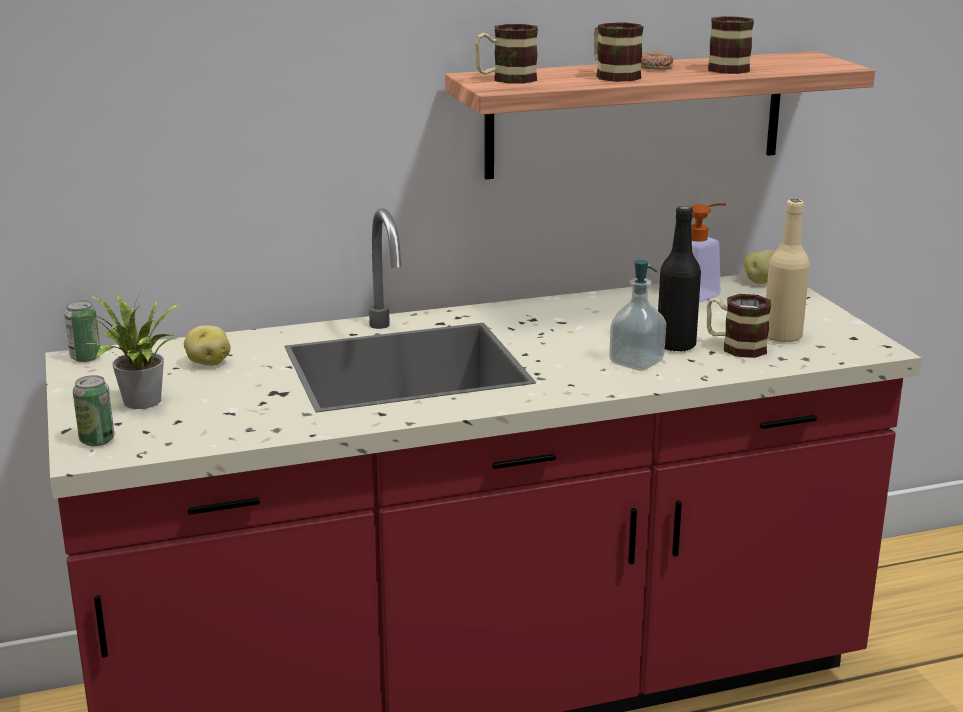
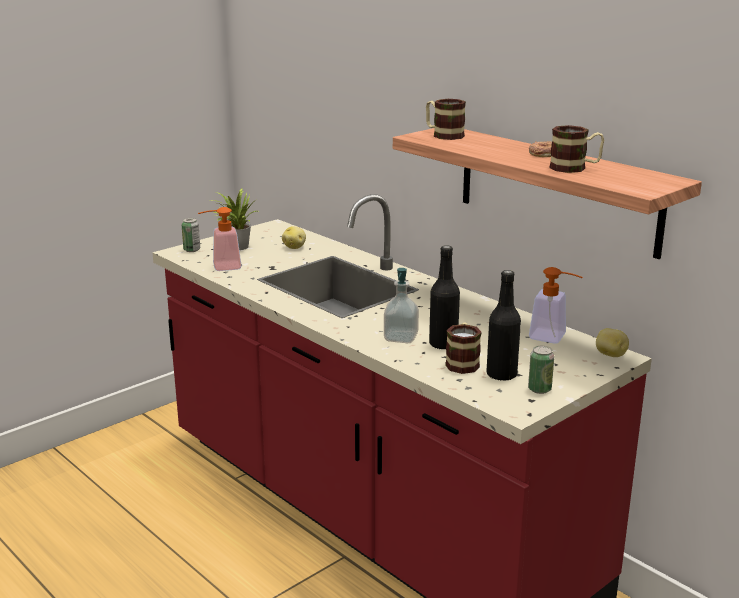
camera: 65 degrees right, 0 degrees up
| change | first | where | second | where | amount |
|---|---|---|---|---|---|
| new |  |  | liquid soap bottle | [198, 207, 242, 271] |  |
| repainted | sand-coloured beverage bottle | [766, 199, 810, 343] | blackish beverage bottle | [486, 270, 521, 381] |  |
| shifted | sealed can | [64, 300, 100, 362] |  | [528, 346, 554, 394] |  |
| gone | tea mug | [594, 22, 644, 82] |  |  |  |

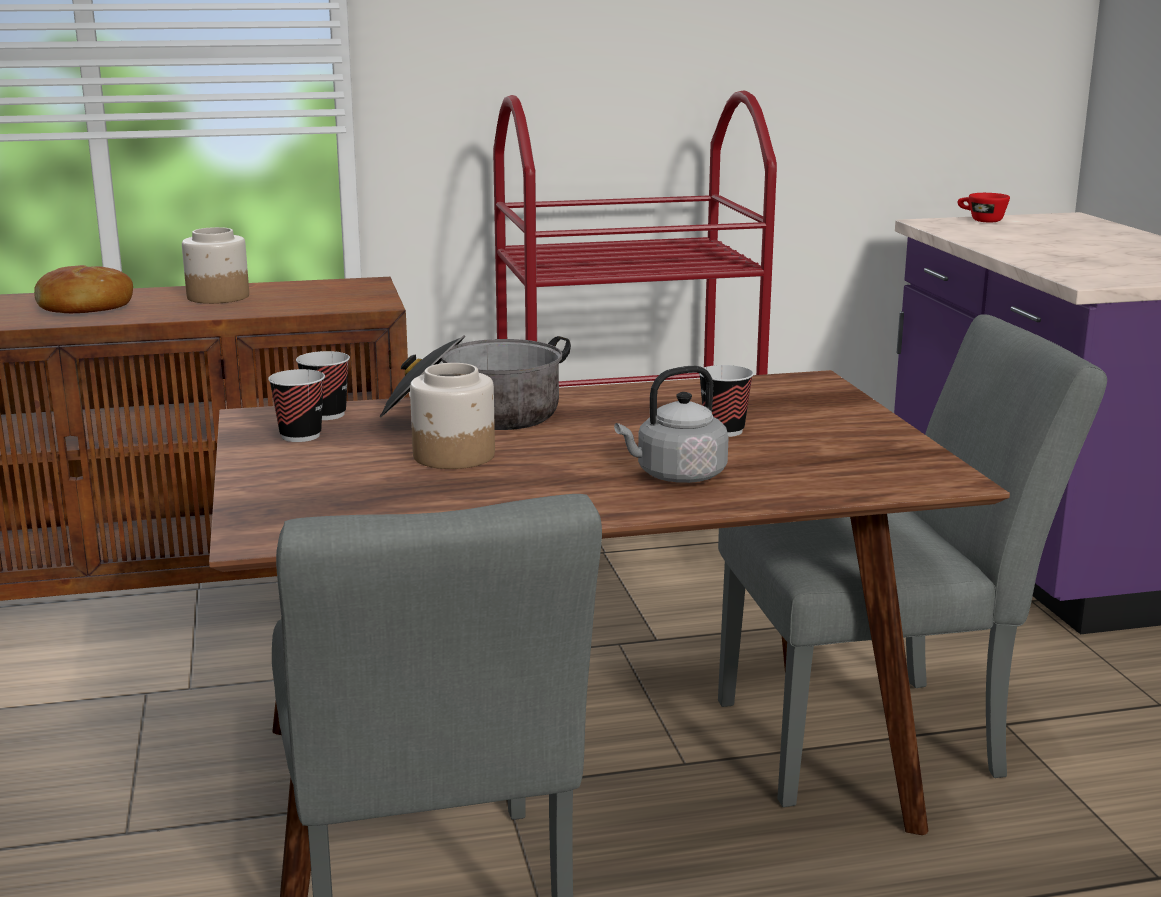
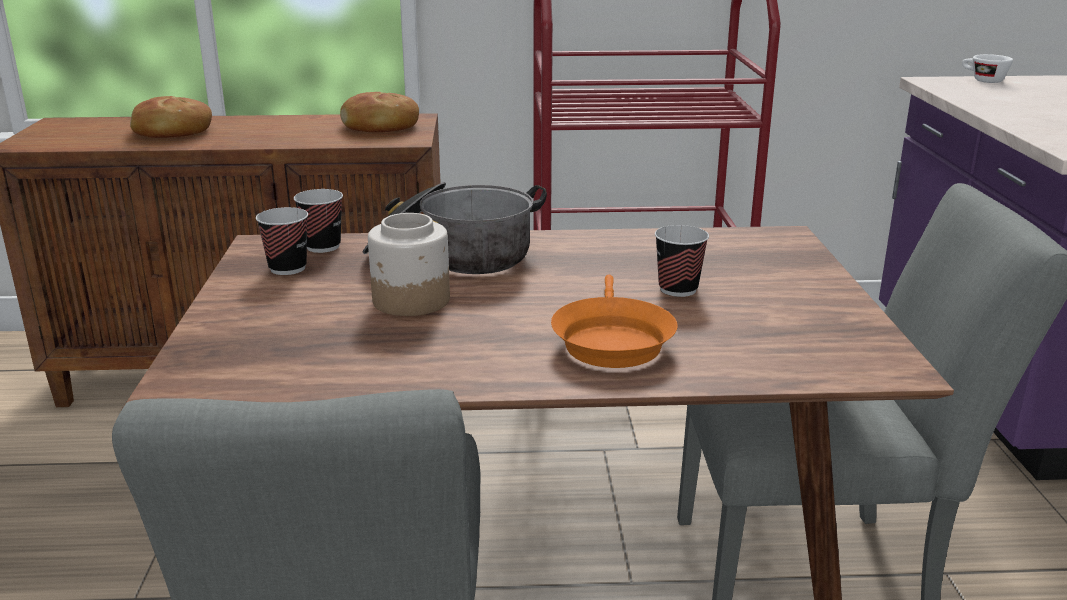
camera: 10 degrees right, 5 degrees up
| change | first | where | second | where | amount |
|---|---|---|---|---|---|
| new |  |  | bread | [340, 92, 419, 132] |  |
| swapped | greyish kettle | [614, 366, 728, 483] | orangey frying pan | [551, 274, 678, 368] |  |
| repainted | red cup | [958, 193, 1010, 222] | whitish cup | [962, 54, 1013, 83] |  |
| gone | jar | [182, 227, 249, 304] |  |  |  |

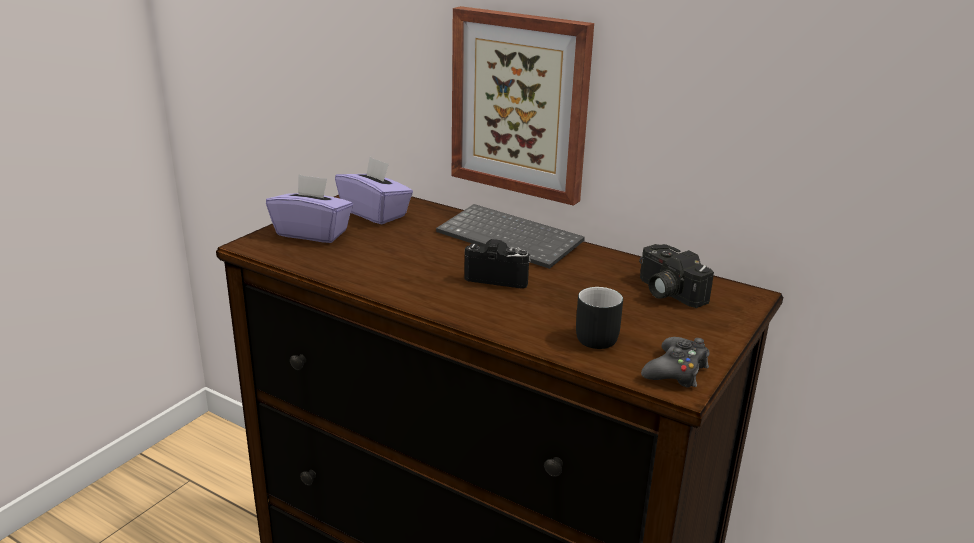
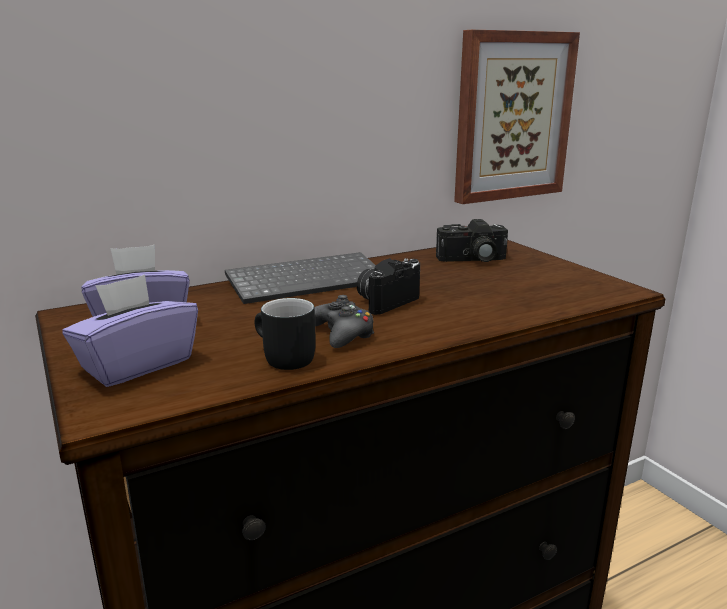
camera: 60 degrees left, 5 degrees down
| change | first | where | second | where | amount |
|---|---|---|---|---|---|
| shifted | blackish tea mug | [576, 287, 623, 349] |  | [255, 298, 316, 370] |  |
| shifted | blackish gamepad | [641, 337, 709, 388] |  | [315, 295, 374, 348] |  |
| shifted | wall art | [452, 6, 594, 206] |  | [454, 30, 580, 204] |  |

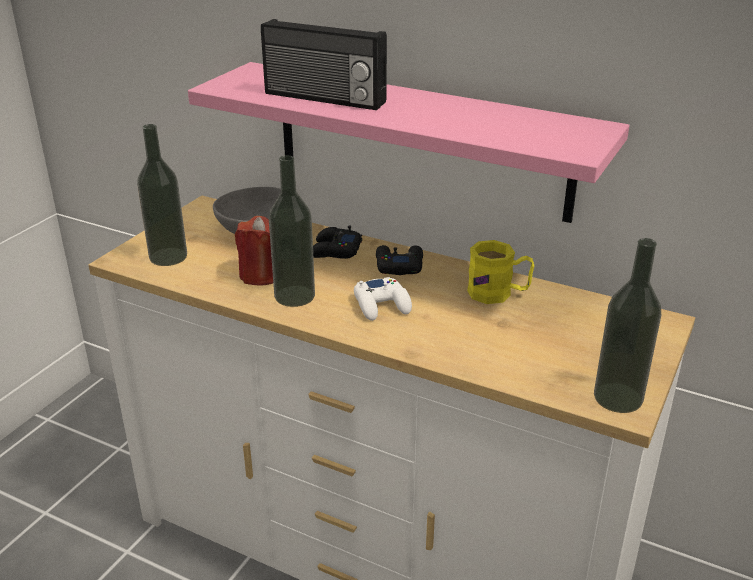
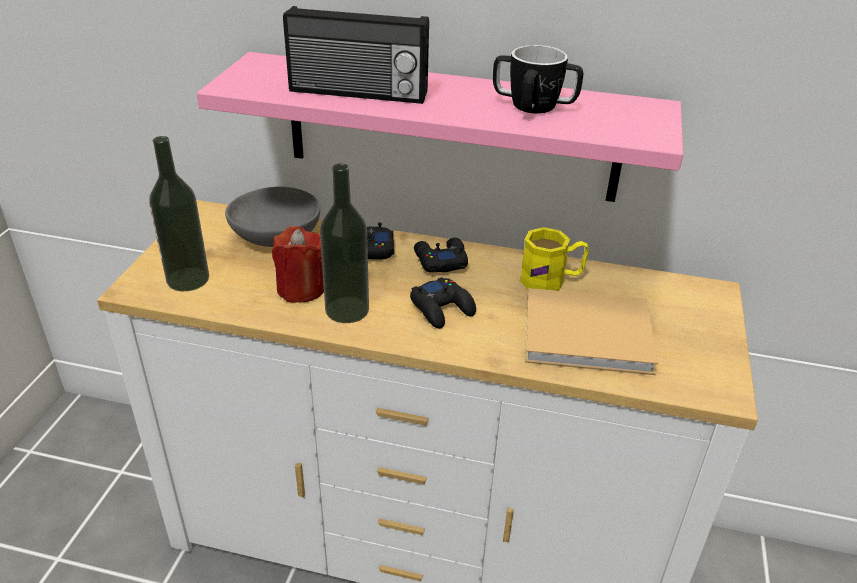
camera: 15 degrees left, 5 degrees up
| change | first | where | second | where | amount |
|---|---|---|---|---|---|
| repainted | whitish gamepad | [354, 277, 412, 321] | blackish gamepad | [410, 277, 476, 329] |  |
| new |  |  | tea mug | [493, 45, 583, 114] |  |
| new |  |  | sand-coloured book | [525, 288, 658, 375] |  |
| gone | beverage bottle | [594, 238, 661, 413] |  |  |  |

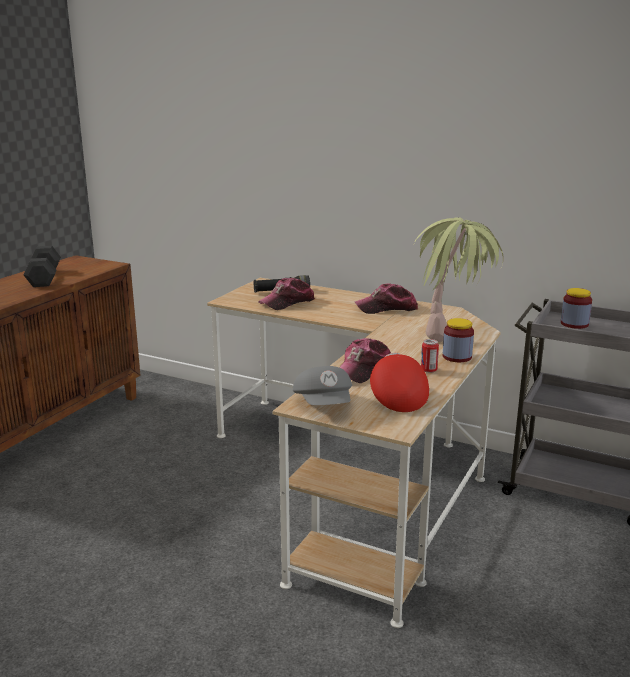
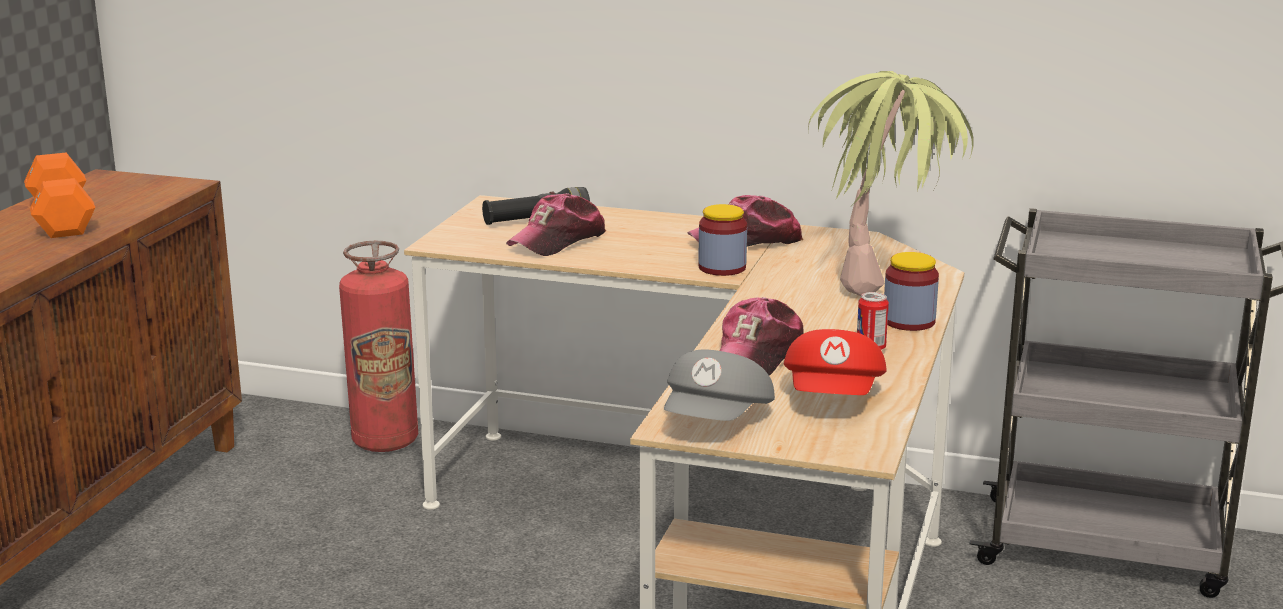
camera: 10 degrees left, 0 degrees up
| change | first | where | second | where | amount |
|---|---|---|---|---|---|
| repainted | blackish hand weight | [23, 246, 61, 287] | orangey hand weight | [24, 153, 95, 238] |  |
| new |  |  | fire extinguisher | [339, 240, 418, 452] |  |
| rotated | greyish peaked cap | [293, 366, 352, 405] |  | [664, 349, 775, 421] | 45 degrees clockwise |
| shifted | jar | [561, 288, 592, 329] |  | [698, 204, 747, 276] |  |
| rotated | red peaked cap | [370, 353, 429, 412] |  | [784, 329, 887, 395] | 150 degrees counterclockwise |

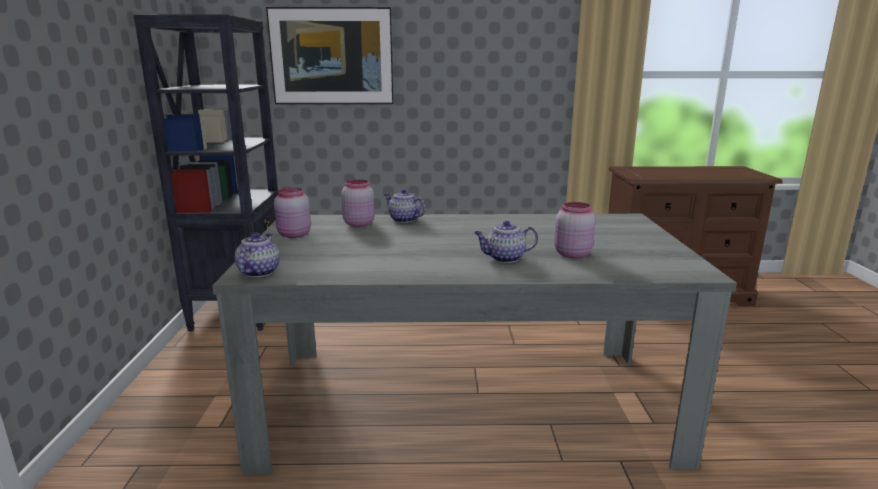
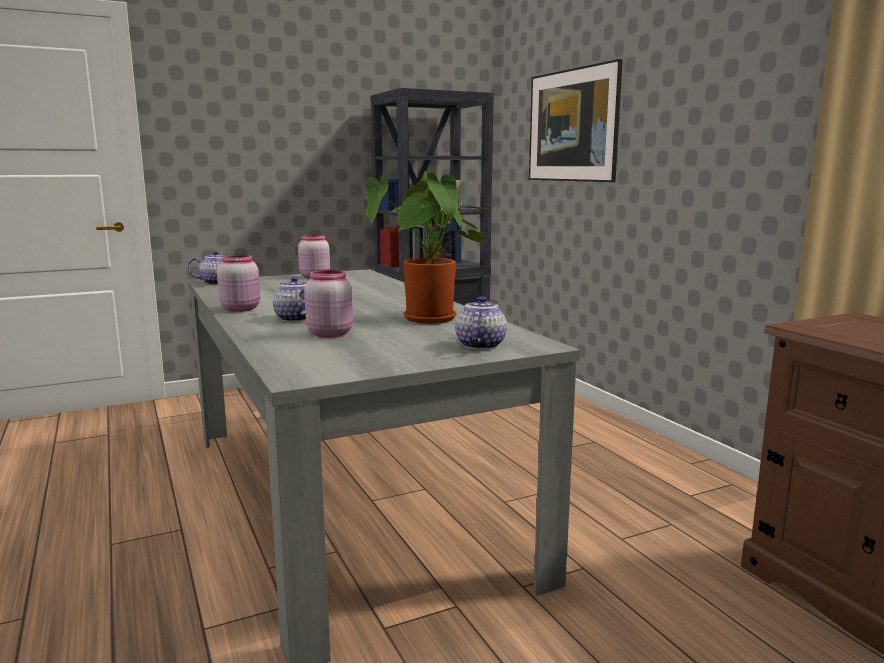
camera: 65 degrees right, 5 degrees down
| change | first | where | second | where | amount |
|---|---|---|---|---|---|
| shifted | pink-coloured jar | [341, 179, 375, 227] |  | [217, 254, 260, 312] |  |
| new |  |  | houseplant | [365, 170, 492, 324] |  |
| shifted | teapot | [384, 189, 426, 223] |  | [455, 296, 507, 350] |  |

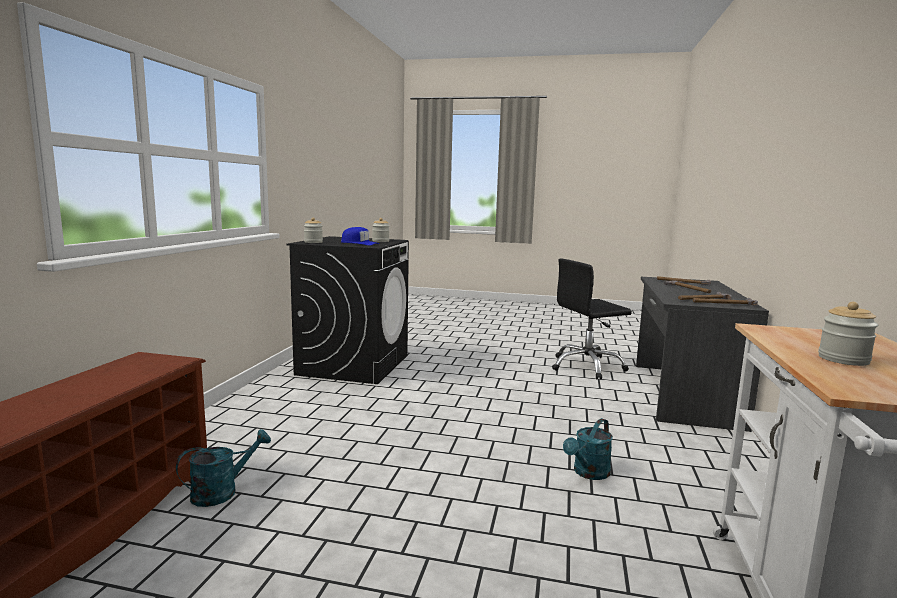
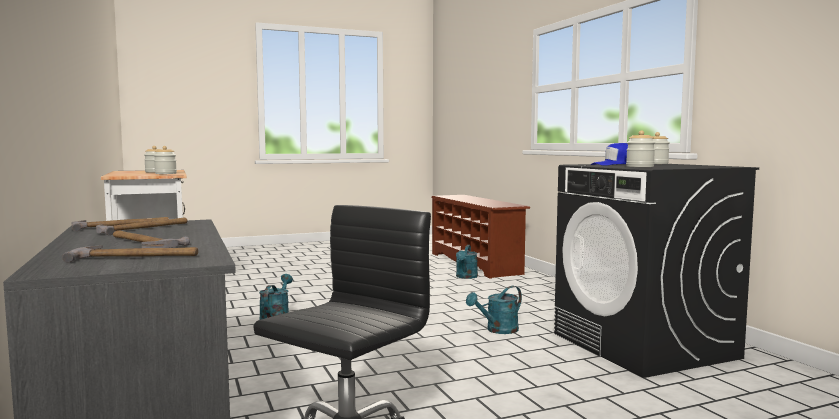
camera: 145 degrees right, 5 degrees down
| change | first | where | second | where | amount |
|---|---|---|---|---|---|
| new |  |  | jar | [154, 146, 177, 174] |  |
| new |  |  | turquoise watering can | [466, 286, 522, 334] |  |

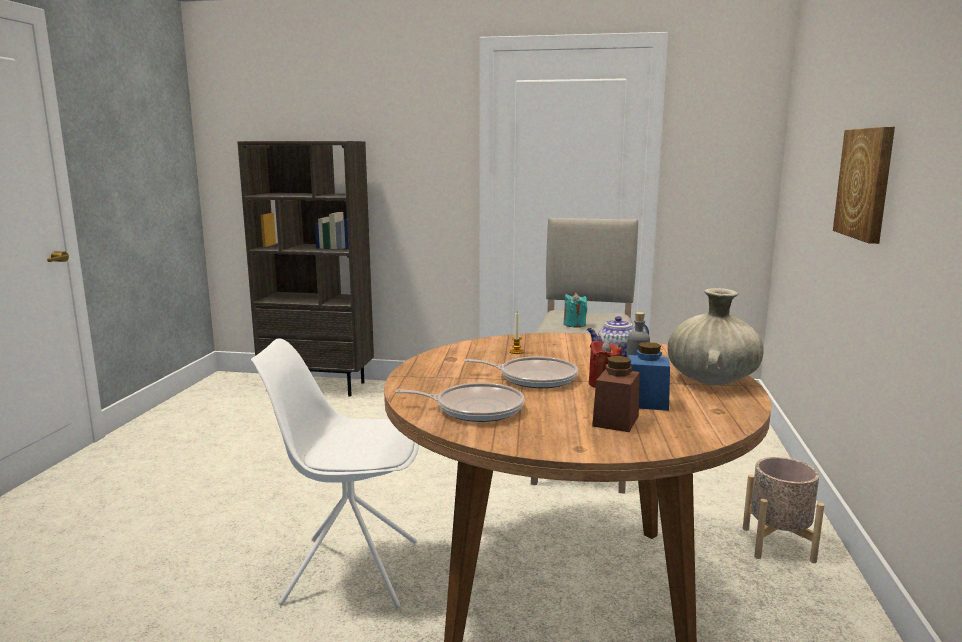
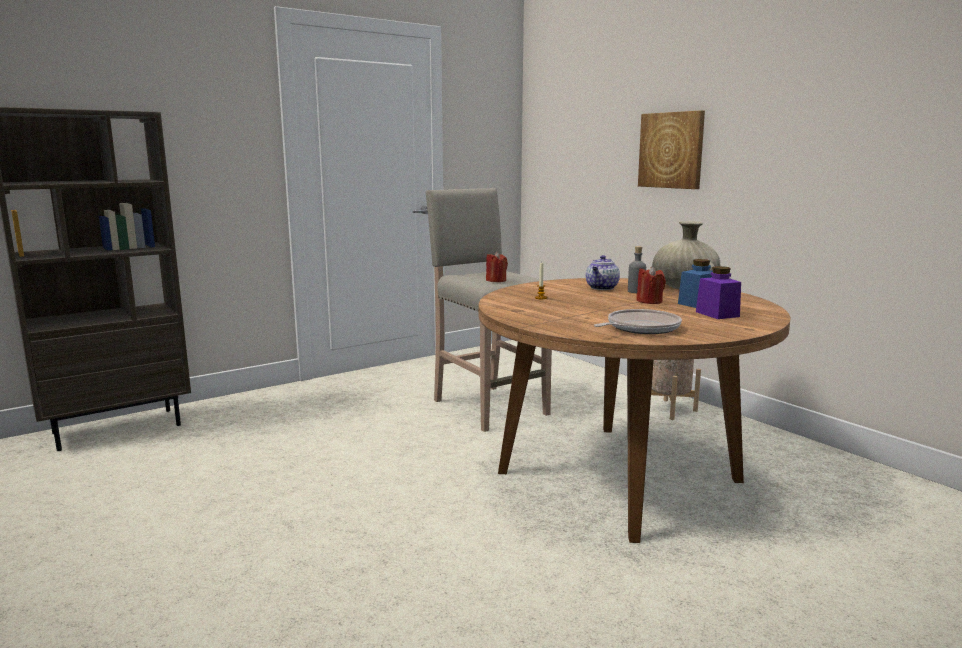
camera: 45 degrees left, 0 degrees up
| change | first | where | second | where | amount |
|---|---|---|---|---|---|
| repainted | turquoise candle | [563, 292, 587, 328] | red candle | [486, 252, 508, 282] |  |
| repainted | brown jar | [592, 356, 640, 432] | purplish jar | [696, 266, 741, 319] |  |
| gone | whitish upright chair | [251, 338, 419, 609] |  |  |  |
| gone | frying pan | [465, 357, 578, 388] |  |  |  |

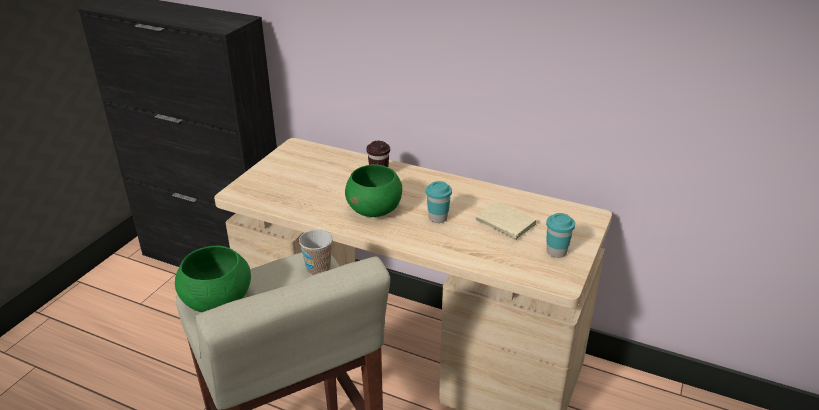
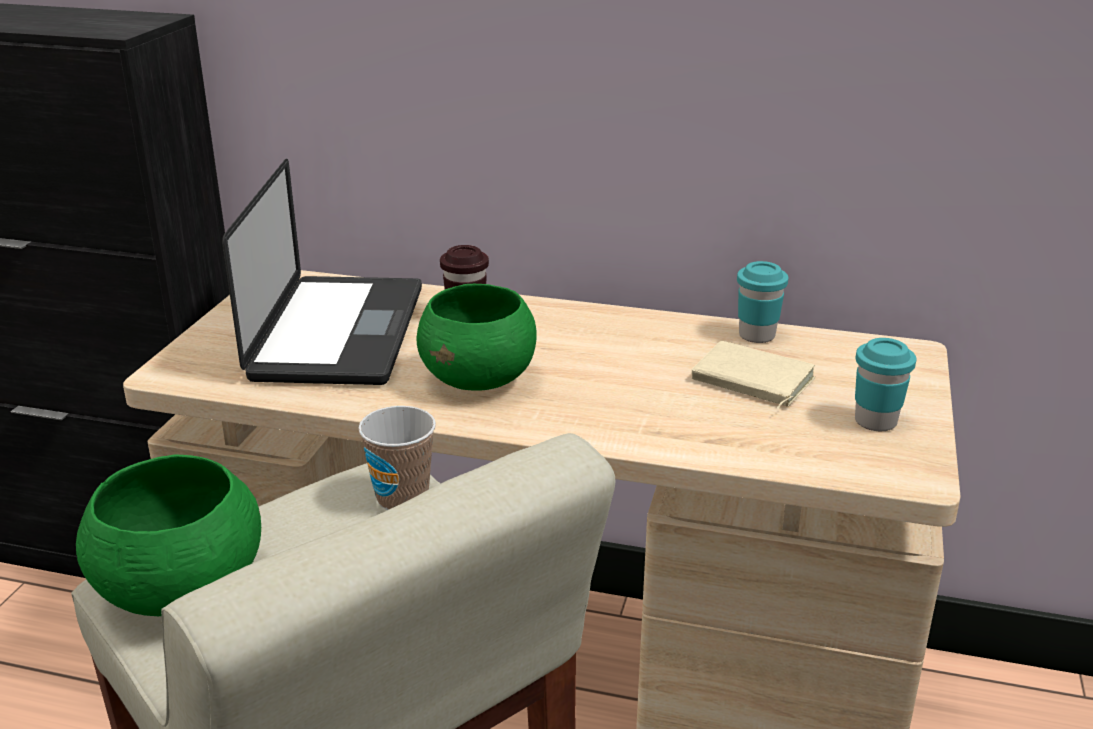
camera: 10 degrees left, 5 degrees down
| change | first | where | second | where | amount |
|---|---|---|---|---|---|
| new |  |  | notebook computer | [222, 159, 422, 385] |  |
| shifted | turquoise cup | [426, 181, 452, 223] |  | [737, 261, 788, 343] |  |

